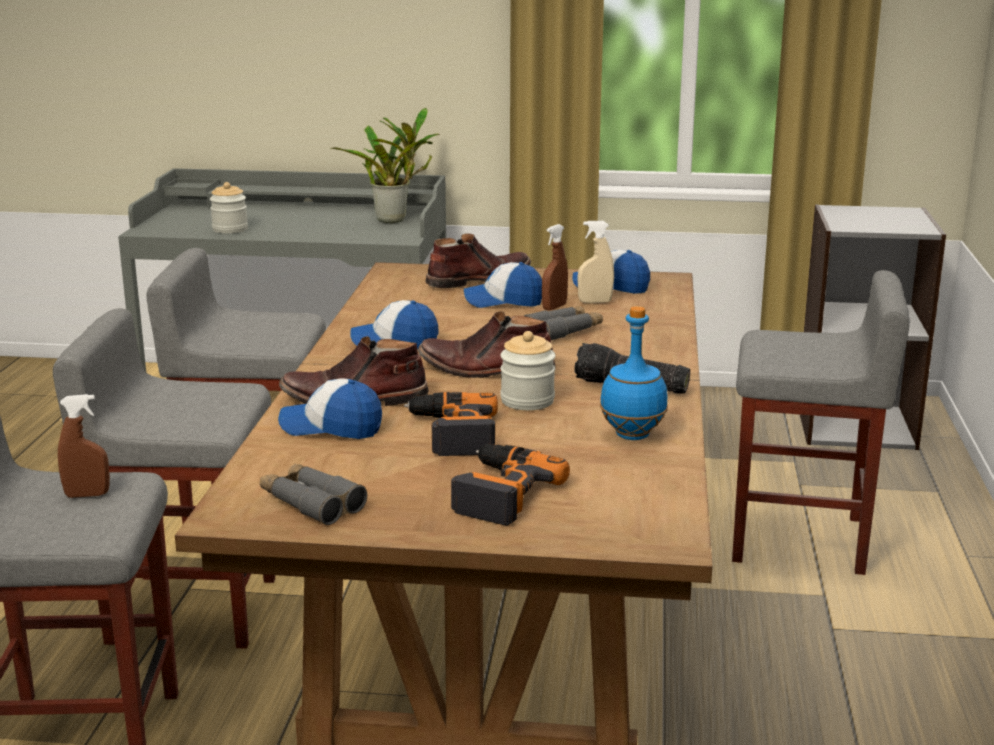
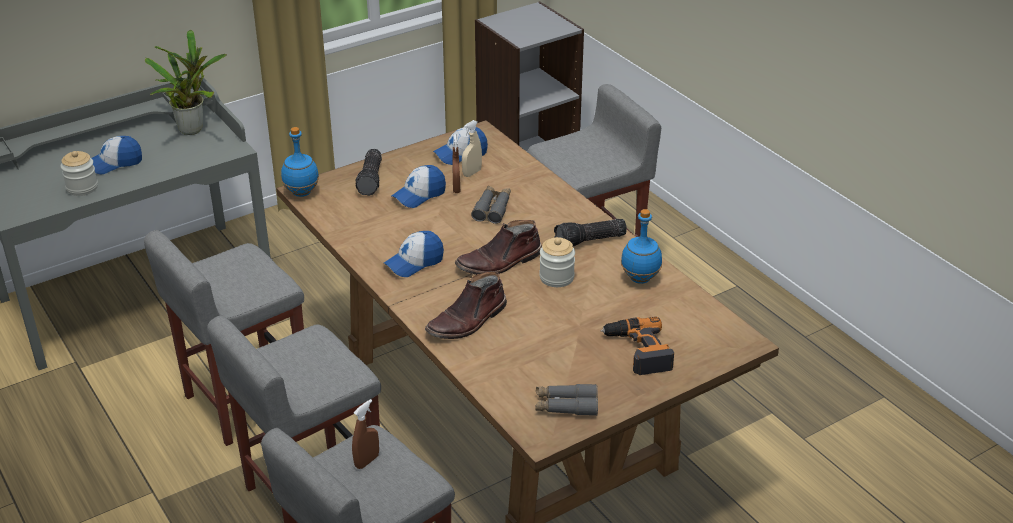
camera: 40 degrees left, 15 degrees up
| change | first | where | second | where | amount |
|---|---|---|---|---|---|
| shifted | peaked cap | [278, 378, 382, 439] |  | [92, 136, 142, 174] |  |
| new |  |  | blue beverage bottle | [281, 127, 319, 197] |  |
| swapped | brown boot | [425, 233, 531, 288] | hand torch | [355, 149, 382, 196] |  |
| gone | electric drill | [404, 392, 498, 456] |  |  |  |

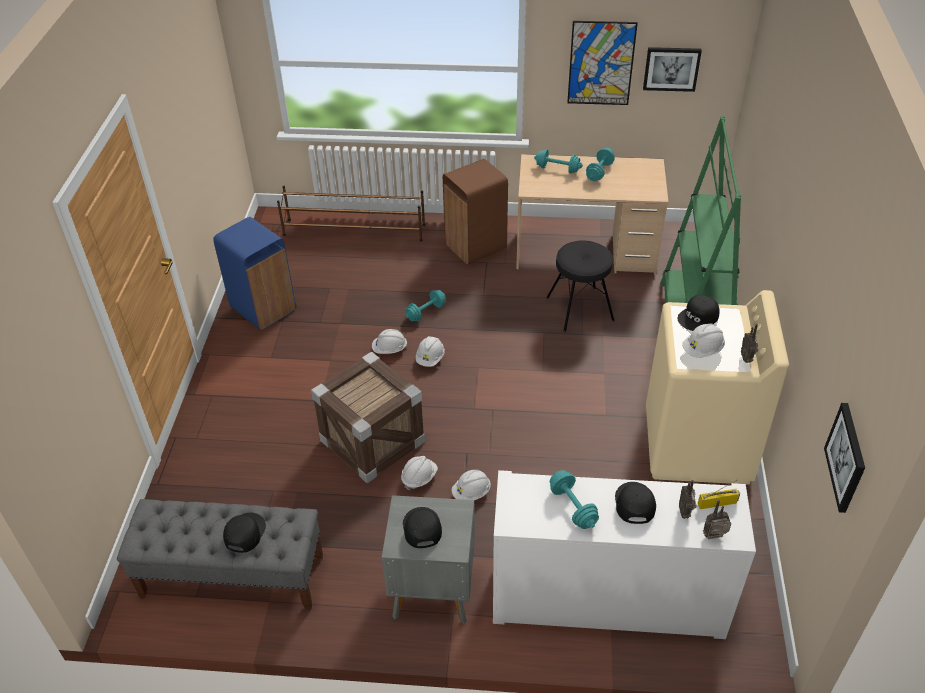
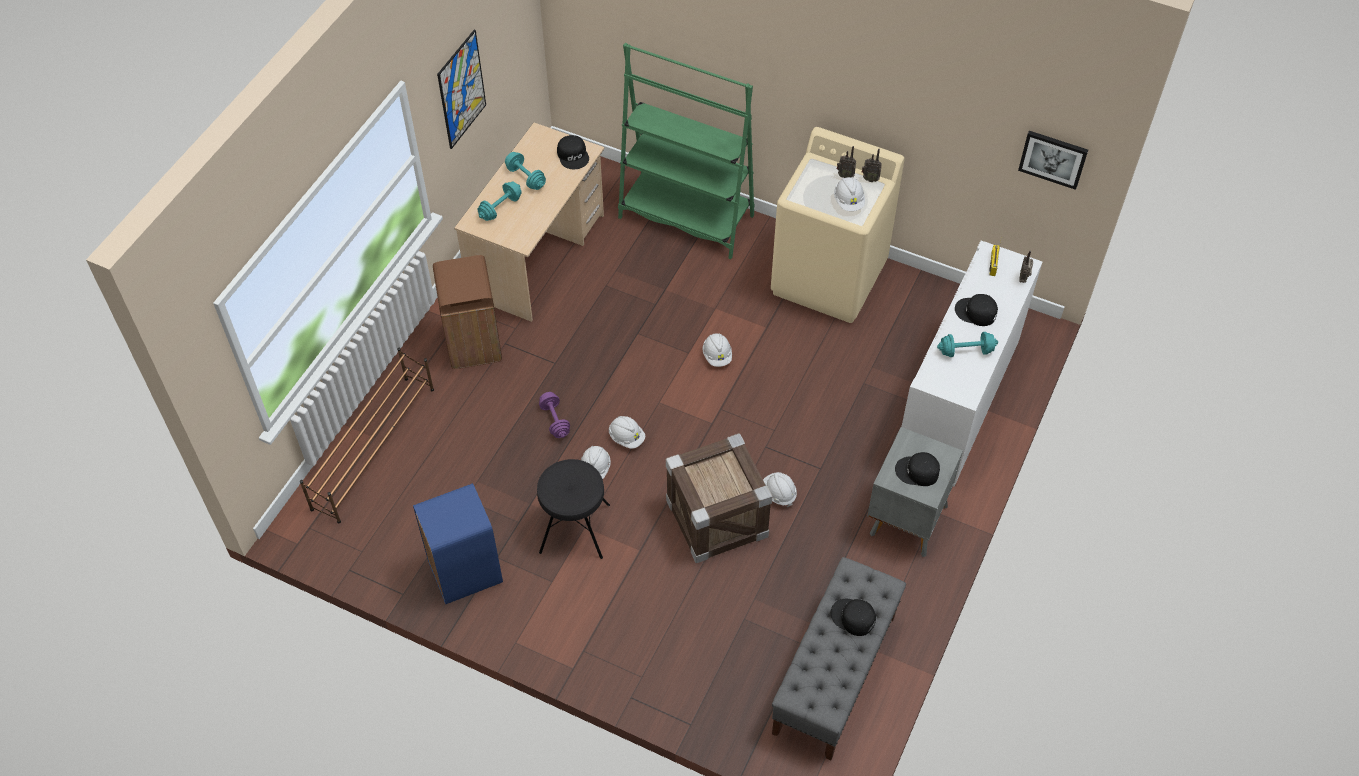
camera: 70 degrees left, 10 degrees up
| change | first | where | second | where | amount |
|---|---|---|---|---|---|
| shifted | blackish stool | [546, 240, 615, 332] |  | [537, 459, 610, 559] |  |
| repainted | turquoise hand weight | [405, 290, 446, 321] | purplish hand weight | [539, 392, 570, 438] |  |
| shifted | blackish peaked cap | [678, 295, 720, 331] |  | [557, 135, 589, 169] |  |
| shifted | whitish hard hat | [452, 470, 491, 500] |  | [702, 333, 732, 367] |  |
| shifted | radio receiver | [679, 480, 697, 519] |  | [837, 146, 856, 178] |  |
| gone | wall art | [643, 47, 702, 92] |  |  |  |

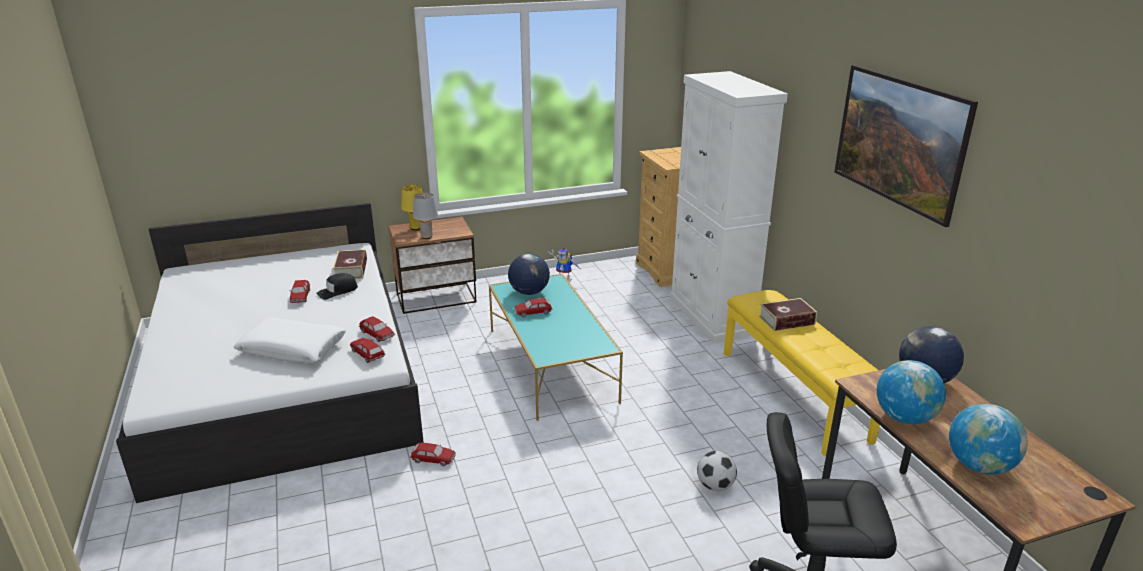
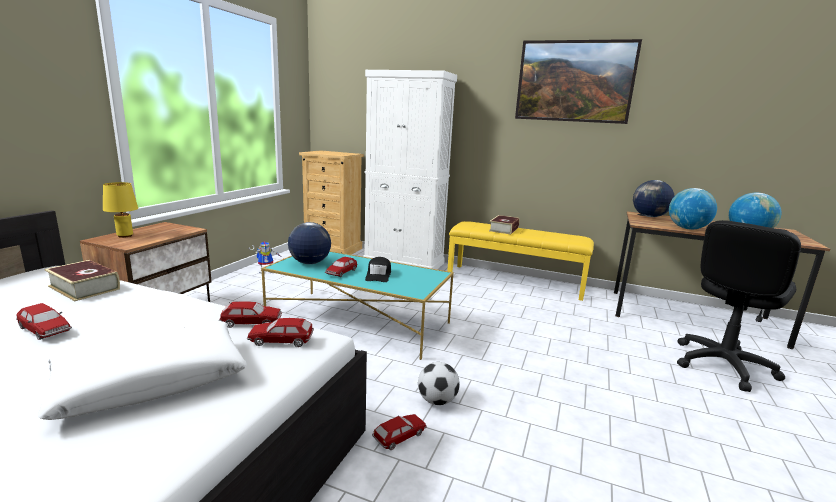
camera: 50 degrees left, 10 degrees down
| change | first | where | second | where | amount |
|---|---|---|---|---|---|
| shifted | blackish peaked cap | [316, 273, 358, 300] |  | [365, 257, 391, 282] |  |
| shifted | ball for football | [697, 451, 737, 491] |  | [418, 362, 460, 405] |  |
| gone | greyish lamp for a table | [413, 193, 438, 239] |  |  |  |

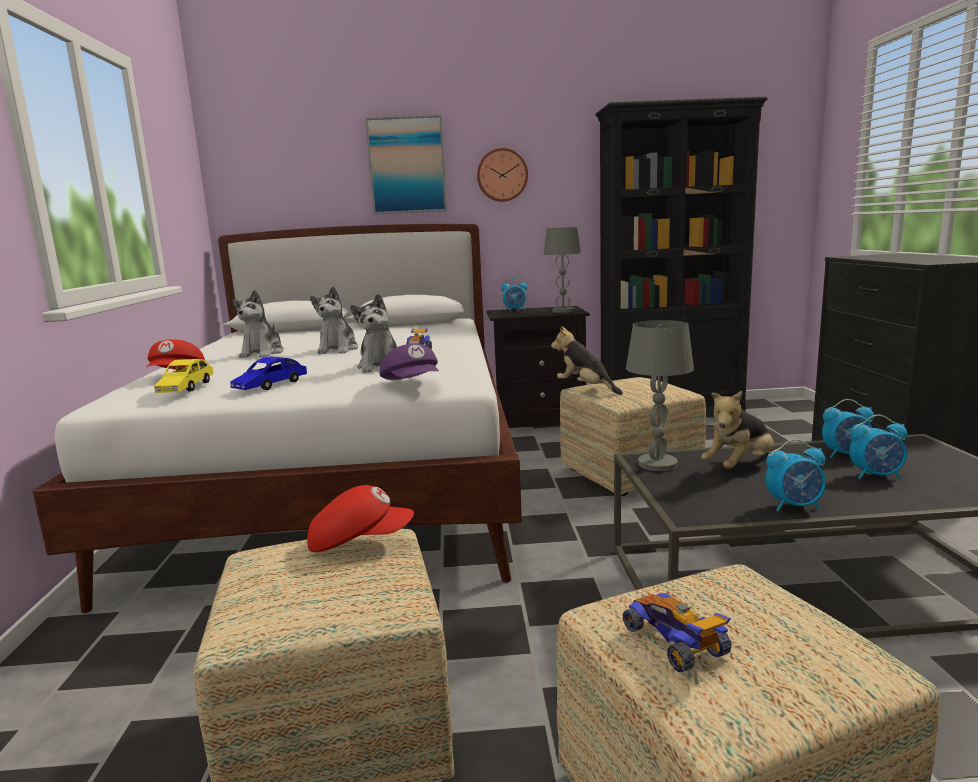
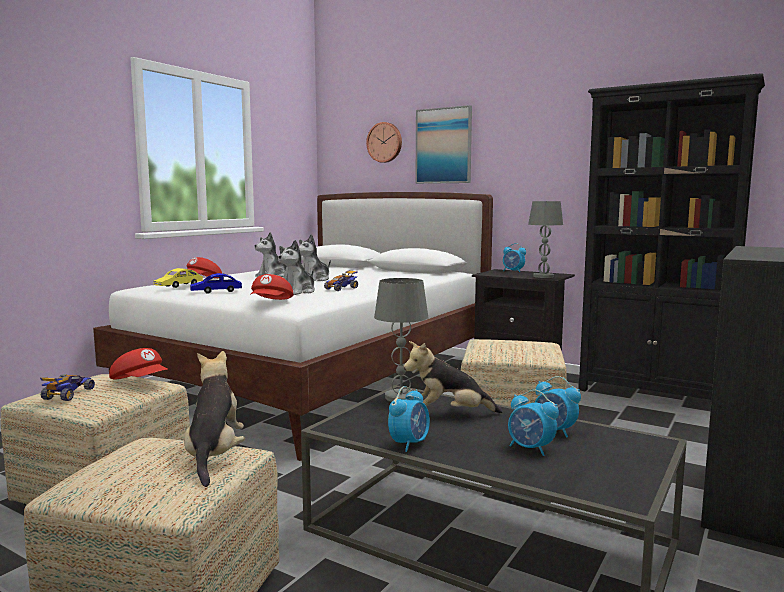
camera: 35 degrees right, 5 degrees down
| change | first | where | second | where | amount |
|---|---|---|---|---|---|
| shifted | toy car | [623, 593, 731, 672] |  | [40, 374, 95, 401] |  |
| shifted | soft toy | [551, 327, 623, 395] |  | [184, 351, 245, 487] |  |
| repainted | purplish peaked cap | [380, 344, 439, 380] | red peaked cap | [250, 274, 293, 300] |  |
| shifted | clock on the wall | [477, 148, 528, 202] |  | [366, 122, 402, 163] |  |
| rotated | bedside clock | [766, 439, 826, 511] |  | [388, 386, 430, 452] | 90 degrees counterclockwise |

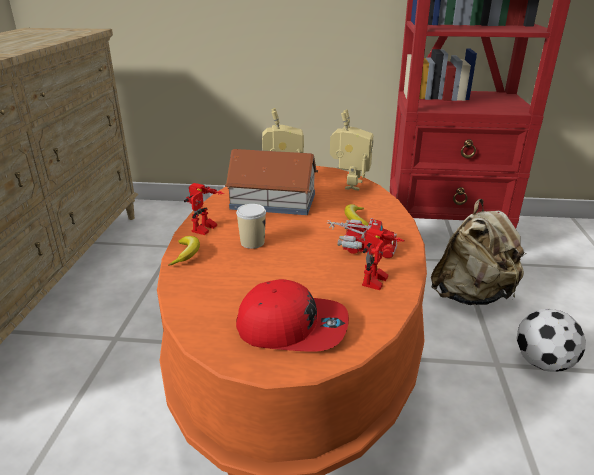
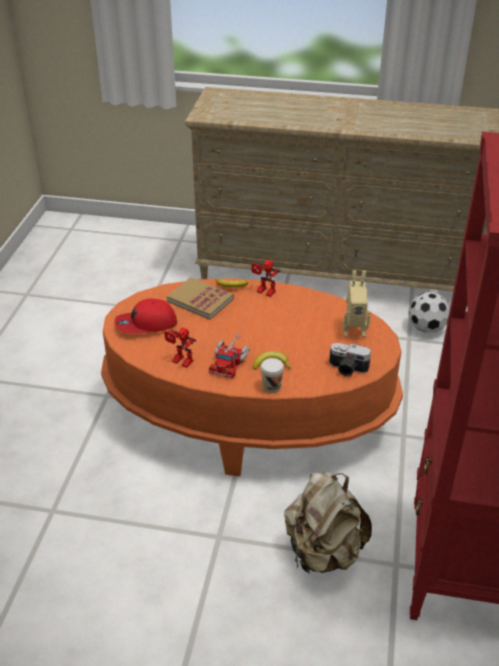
camera: 95 degrees right, 10 degrees up
| change | first | where | second | where | amount |
|---|---|---|---|---|---|
| rotated | red peaked cap | [236, 279, 349, 352] |  | [115, 299, 177, 334] | 60 degrees clockwise |
| new |  |  | book | [167, 277, 234, 320] |  |
| shifted | cup | [236, 204, 266, 249] |  | [261, 358, 284, 393] |  |
| swapped | model robot | [330, 110, 373, 191] | photo camera | [329, 343, 371, 376] |  |
| shifted | ball for football | [516, 309, 586, 372] |  | [408, 292, 450, 332] |  |
| gone | toy house | [225, 149, 318, 215] |  |  |  |

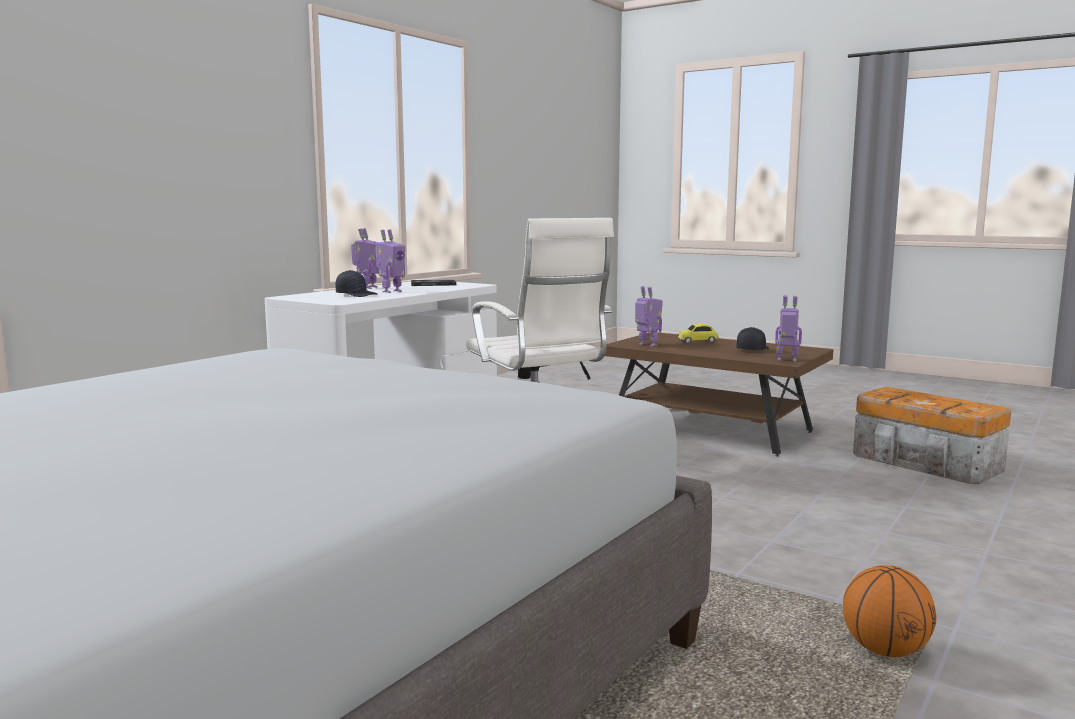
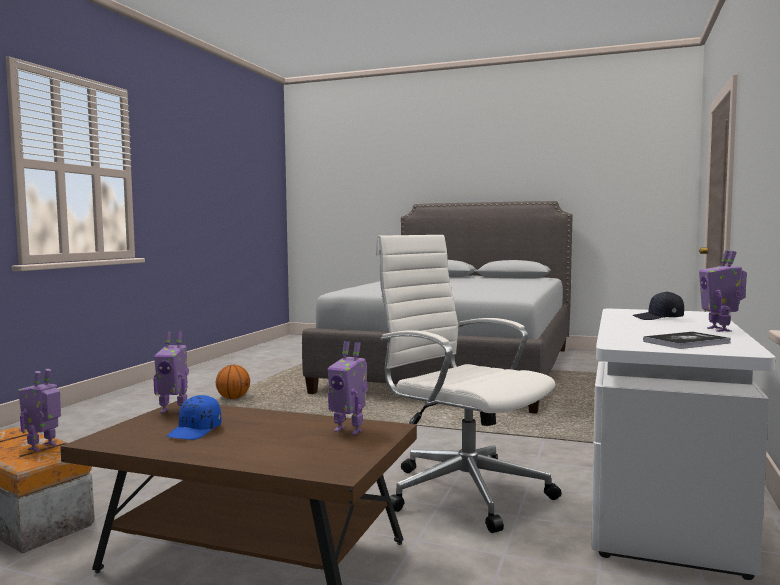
camera: 165 degrees right, 5 degrees down
| change | first | where | second | where | amount |
|---|---|---|---|---|---|
| shifted | model robot | [375, 229, 405, 293] |  | [18, 369, 61, 451] |  |
| repainted | blackish peaked cap | [737, 327, 769, 350] | blue peaked cap | [167, 395, 222, 440] |  |
| gone | toy car | [678, 324, 719, 343] |  |  |  |

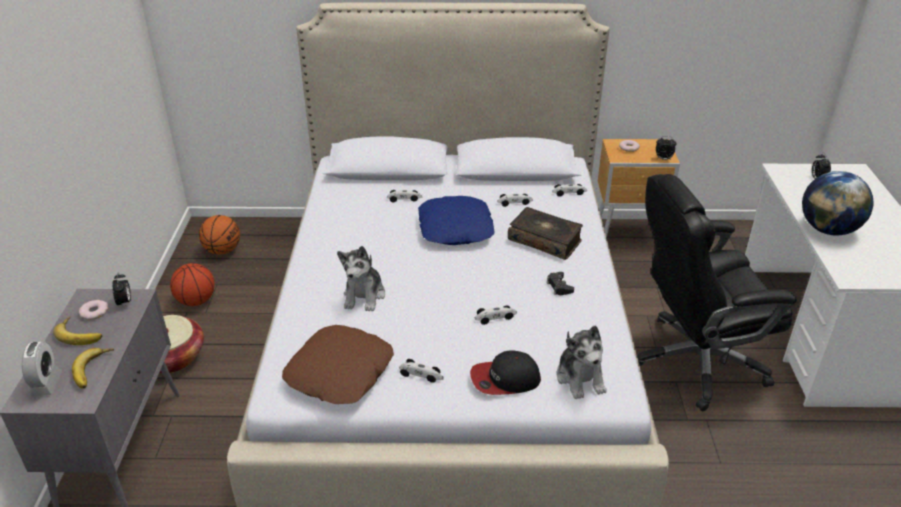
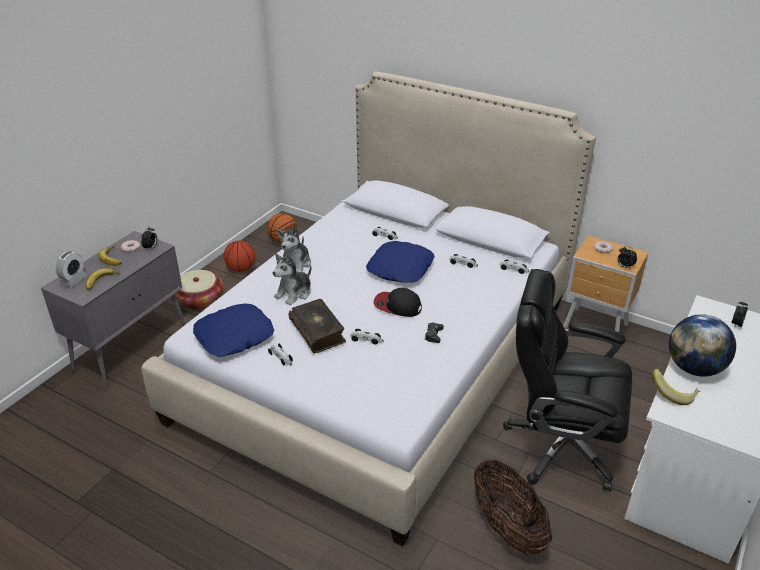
camera: 30 degrees right, 0 degrees up
| change | first | where | second | where | amount |
|---|---|---|---|---|---|
| repainted | brown pillow | [282, 325, 394, 404] | blue pillow | [193, 303, 274, 357] |  |
| shifted | soft toy | [556, 325, 607, 399] |  | [277, 226, 311, 272] |  |
| shifted | book | [508, 207, 583, 260] |  | [289, 299, 346, 353] |  |
| shifted | peaked cap | [470, 350, 541, 395] |  | [374, 288, 422, 317] |  |
| new |  |  | household basket | [474, 459, 552, 556] |  |
| new |  |  | whole banana | [652, 369, 701, 405] |  |

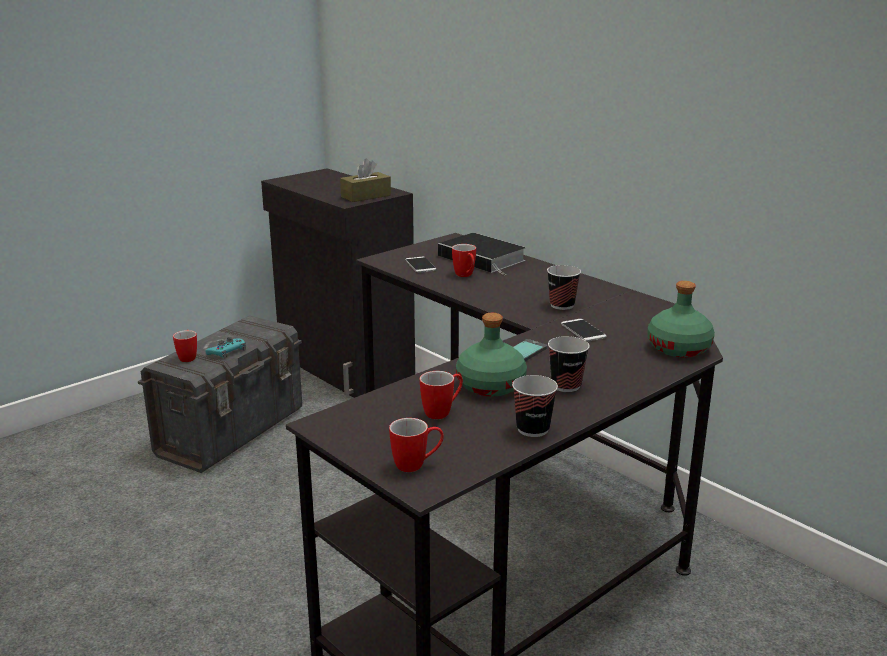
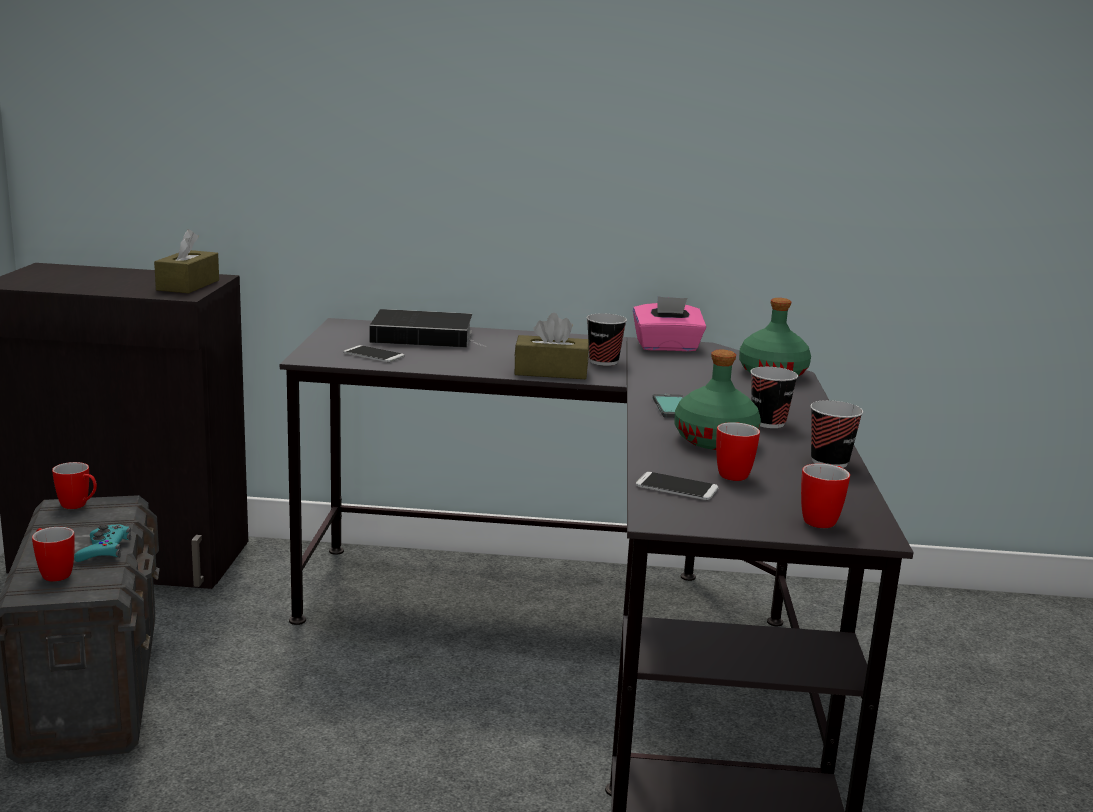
camera: 45 degrees left, 5 degrees down
| change | first | where | second | where | amount |
|---|---|---|---|---|---|
| shifted | tea mug | [452, 244, 476, 277] |  | [52, 462, 97, 509] |  |
| new |  |  | brown tissue holder | [514, 313, 589, 379] |  |
| new |  |  | pink-coloured tissue holder | [633, 296, 706, 351] |  |
| shifted | phone | [561, 319, 607, 341] |  | [636, 472, 719, 500] |  |

